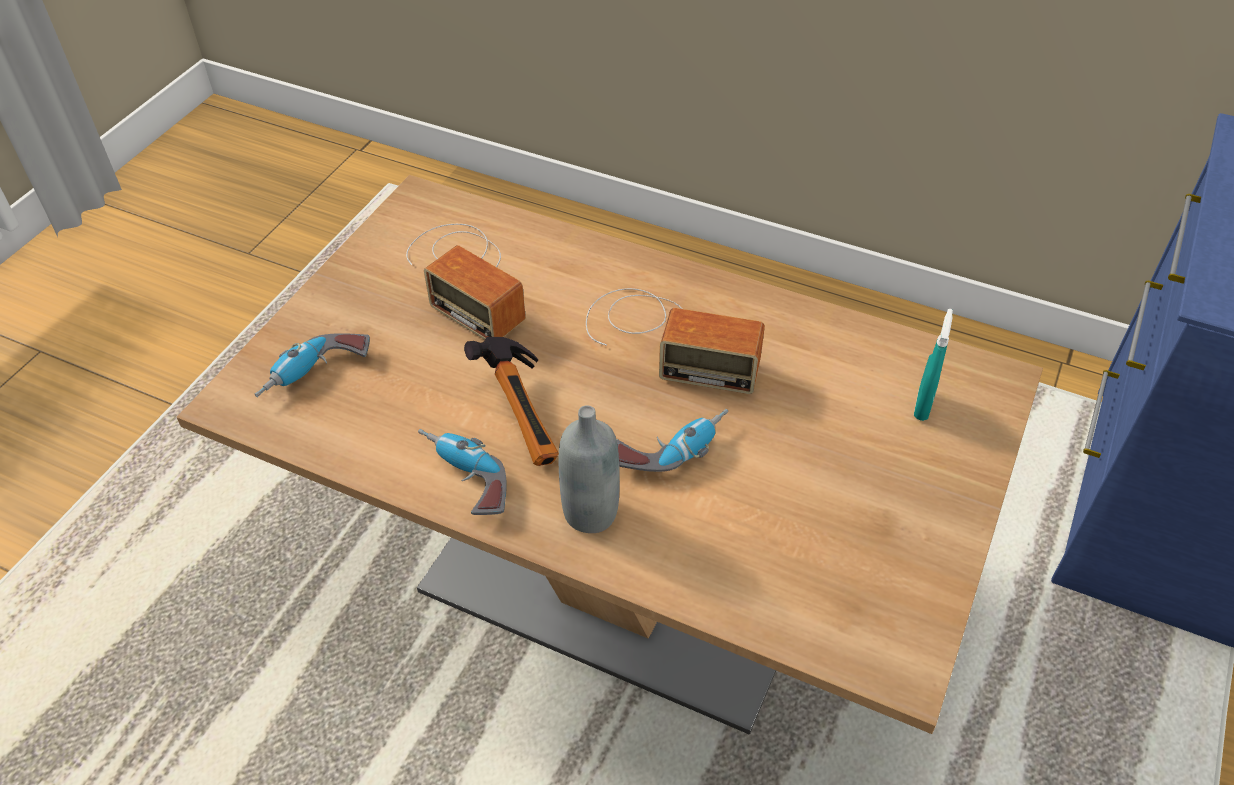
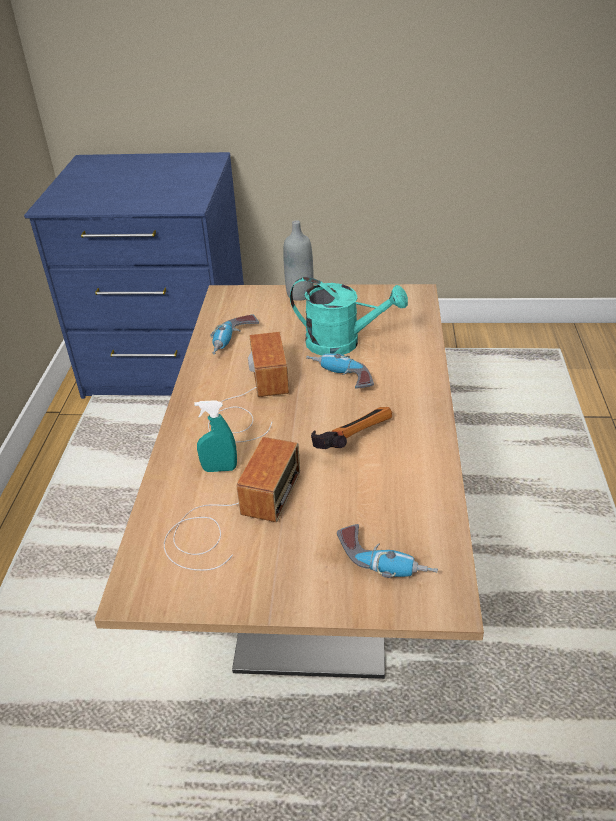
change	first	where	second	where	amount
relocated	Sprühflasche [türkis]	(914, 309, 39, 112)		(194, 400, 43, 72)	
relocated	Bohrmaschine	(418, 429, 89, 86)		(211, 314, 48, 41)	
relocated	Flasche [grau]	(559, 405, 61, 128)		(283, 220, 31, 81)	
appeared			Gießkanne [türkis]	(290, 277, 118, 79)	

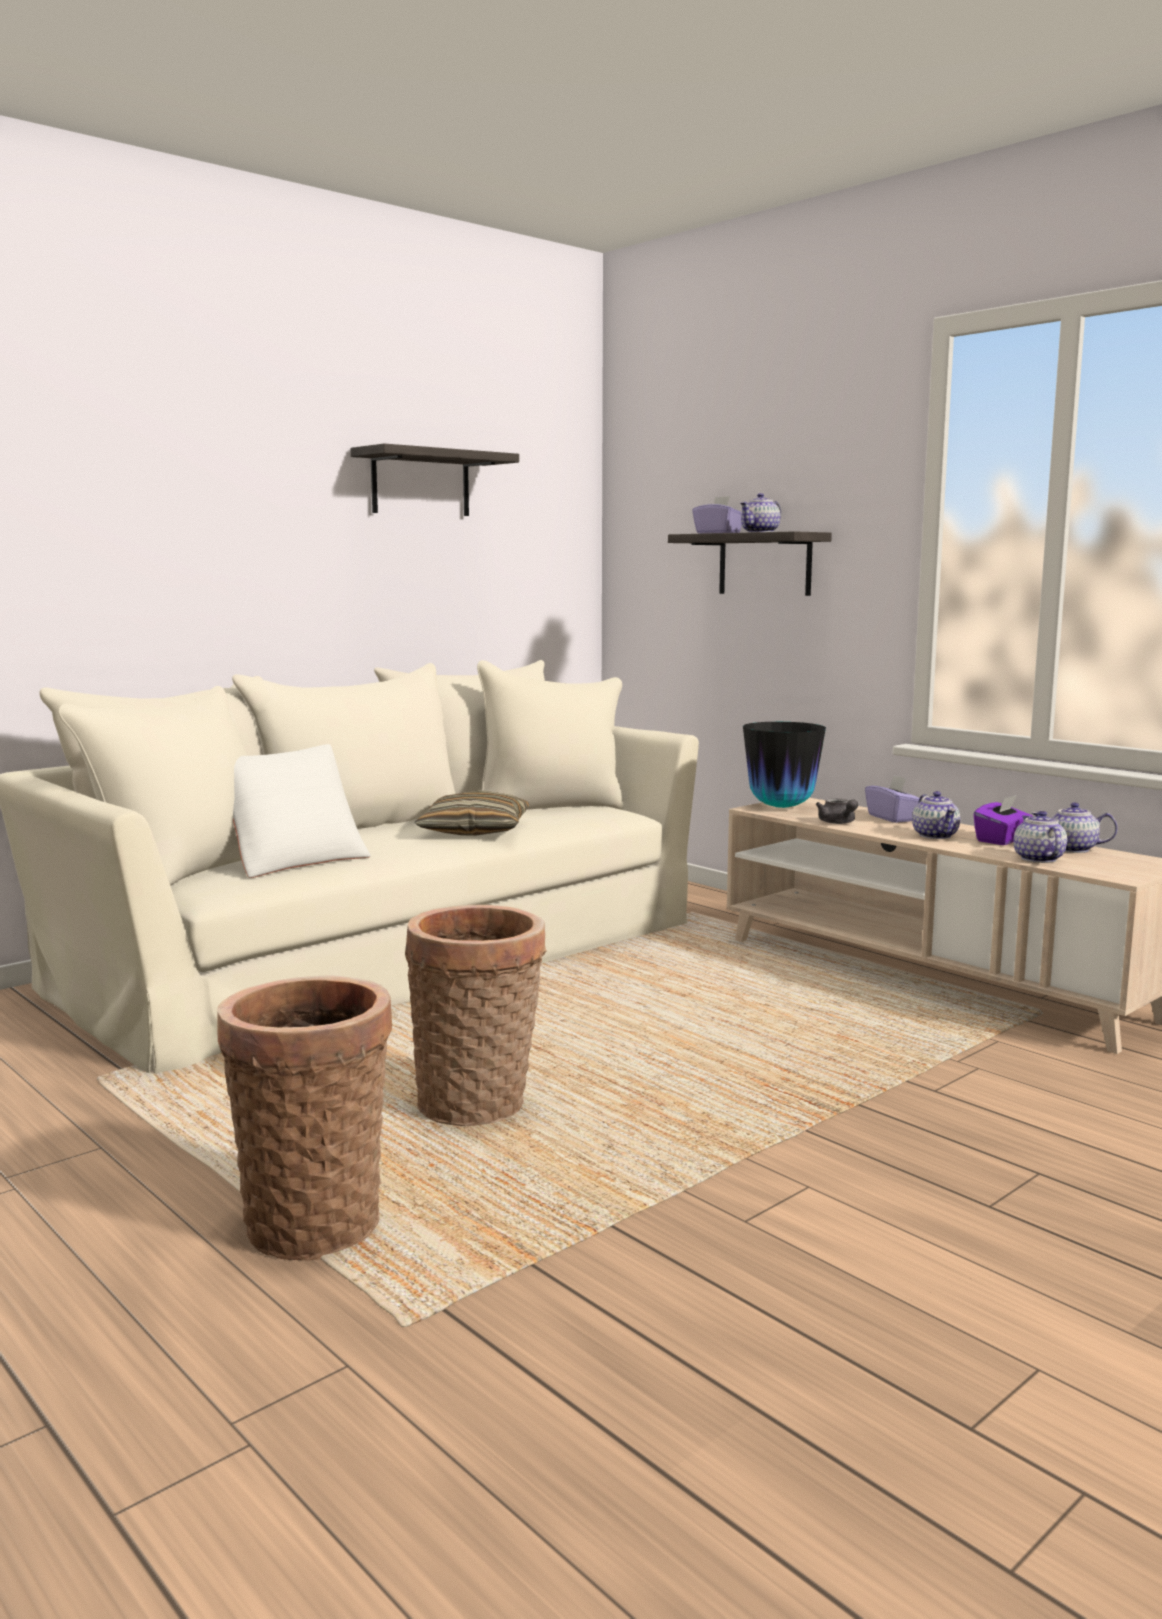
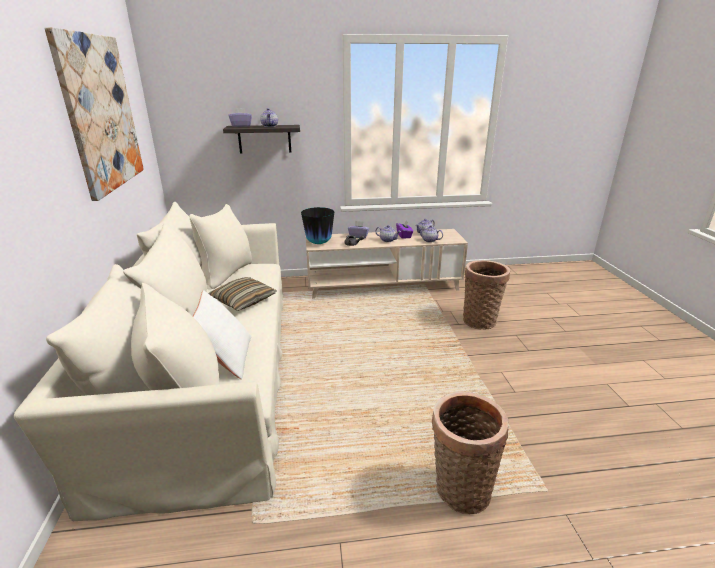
change	first	where	second	where	amount
exchanged	Wandregal	(351, 444, 168, 72)	Bild	(44, 27, 100, 174)	
relocated	Korb	(405, 905, 142, 221)		(463, 260, 47, 70)	

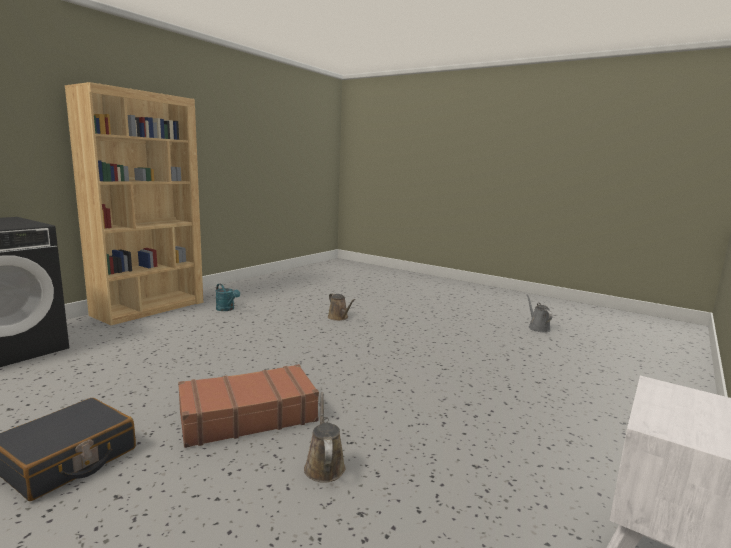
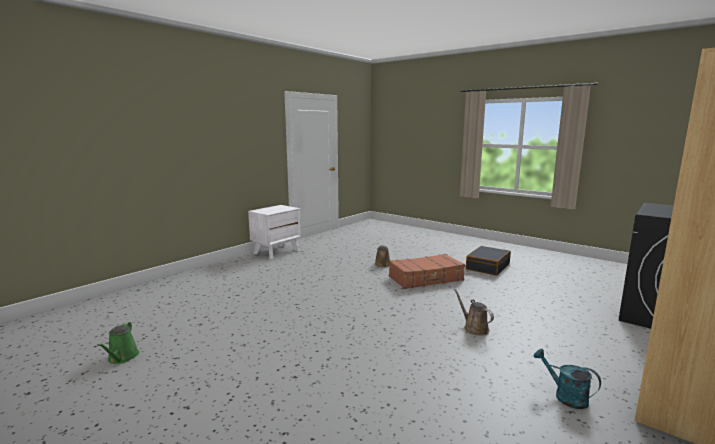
change	first	where	second	where	amount
colour	Gießkanne [grau]	(527, 294, 26, 39)	Gießkanne [grün]	(97, 322, 42, 42)	
relocated	Gießkanne [braun]	(328, 293, 27, 28)		(454, 288, 40, 48)	

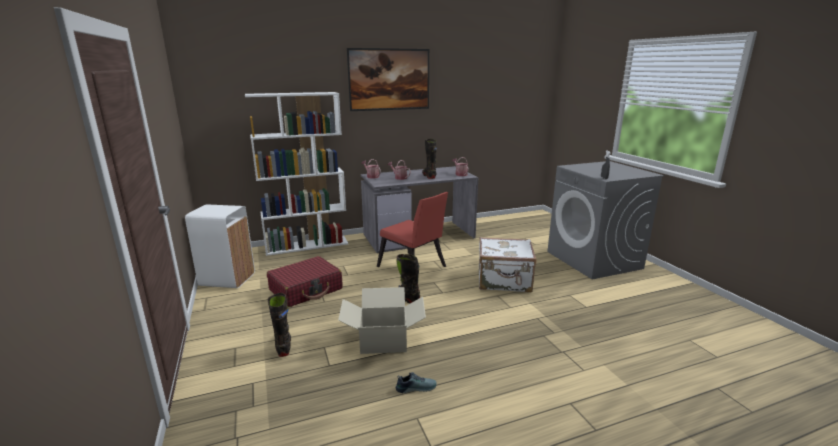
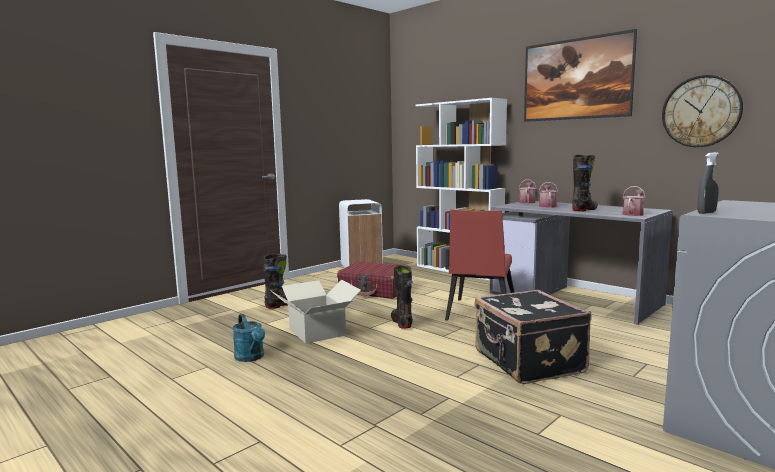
change	first	where	second	where	amount
exchanged	Schuh	(395, 372, 42, 21)	Gießkanne [türkis]	(232, 314, 33, 48)	
colour	Koffer [weiß]	(479, 237, 57, 55)	Koffer [schwarz]	(475, 290, 116, 94)	
appeared			Wanduhr	(662, 75, 81, 72)	

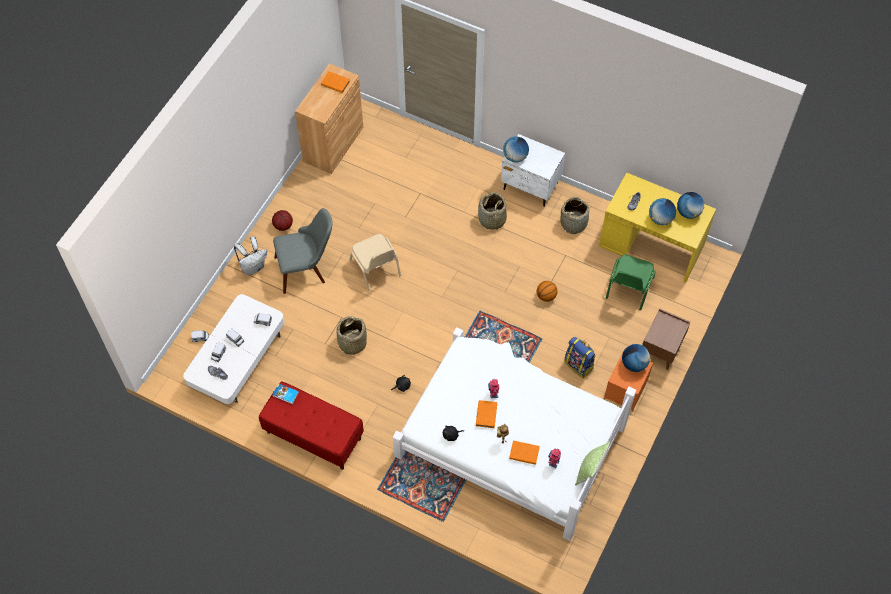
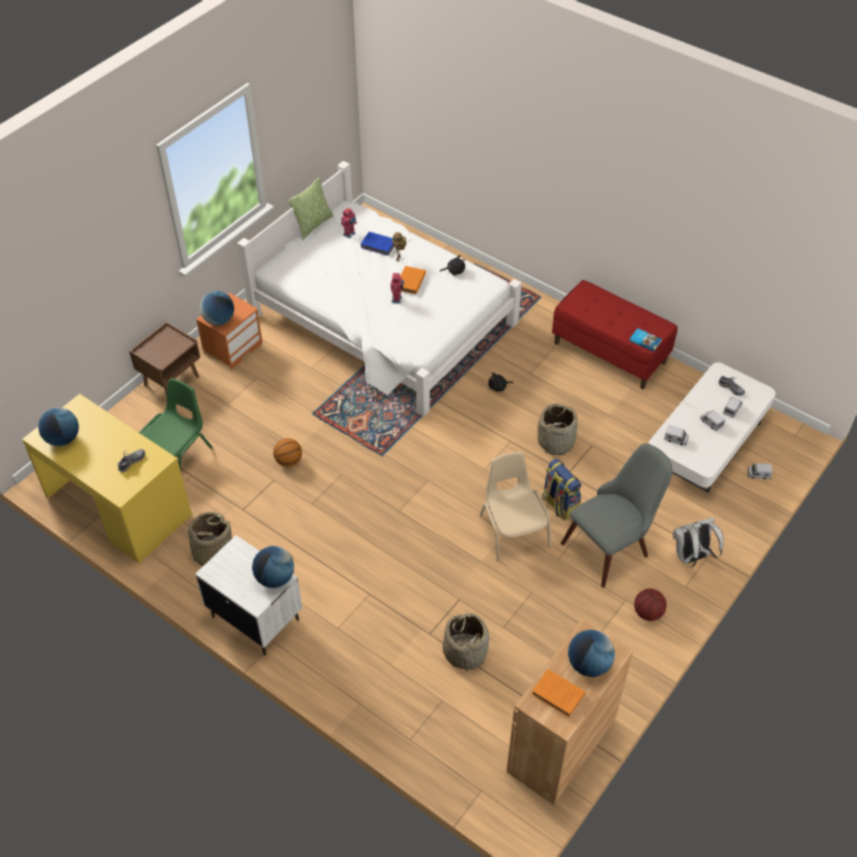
change	first	where	second	where	amount
colour	Buch [orange]	(509, 440, 31, 25)	Buch [blau]	(360, 232, 35, 24)	
relocated	Korb	(478, 192, 29, 39)		(443, 610, 46, 63)	
relocated	Rucksack	(564, 337, 32, 41)		(542, 459, 40, 62)	
spun	Stuhl [grau]	(273, 208, 60, 86)		(561, 443, 112, 145)	150 degrees clockwise
relocated	Globus	(649, 198, 27, 27)		(568, 630, 47, 47)	

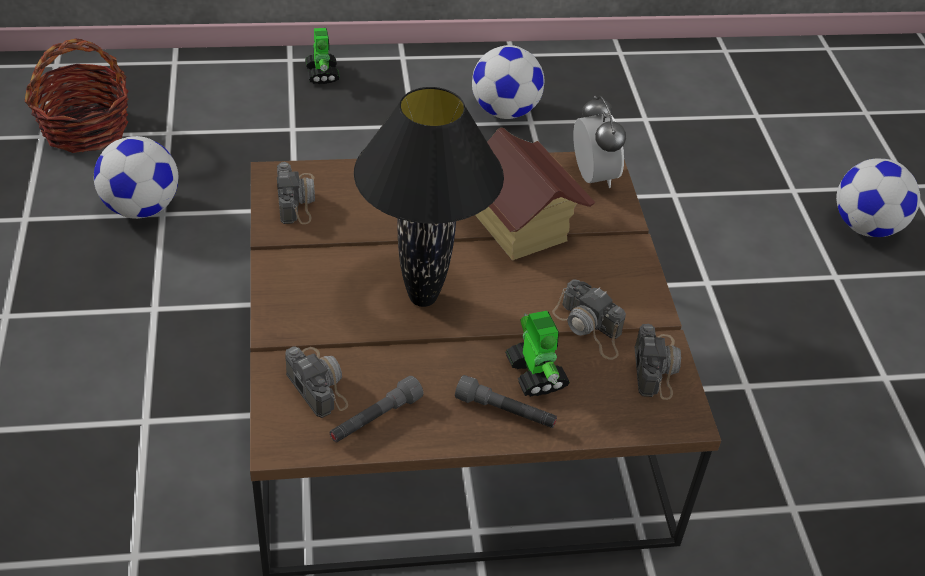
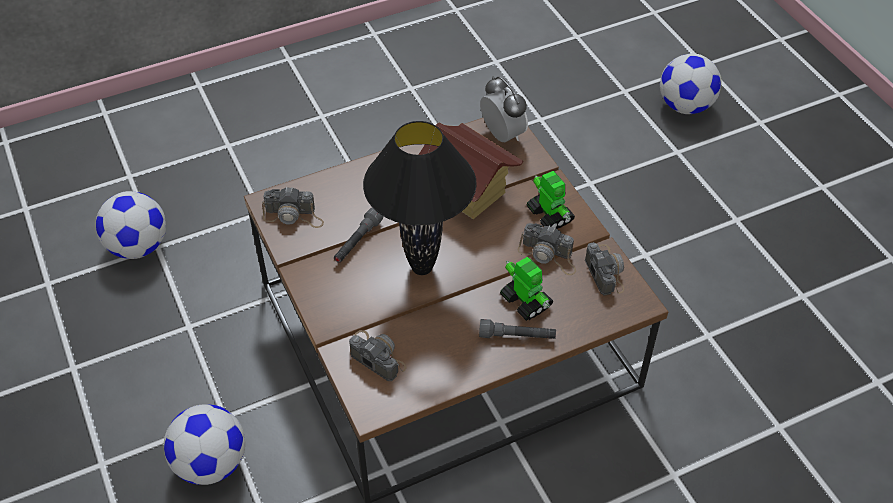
change	first	where	second	where	amount
relocated	Fußball	(472, 45, 72, 74)		(164, 404, 81, 81)	
spun	Kamera	(277, 162, 38, 62)		(262, 187, 62, 41)	120 degrees clockwise
relocated	Taschenlampe [grau]	(330, 376, 93, 66)		(334, 208, 49, 55)	
relocated	Spielzeugroboter	(305, 28, 35, 56)		(526, 171, 49, 58)	
missing	Korb	(25, 39, 104, 114)			

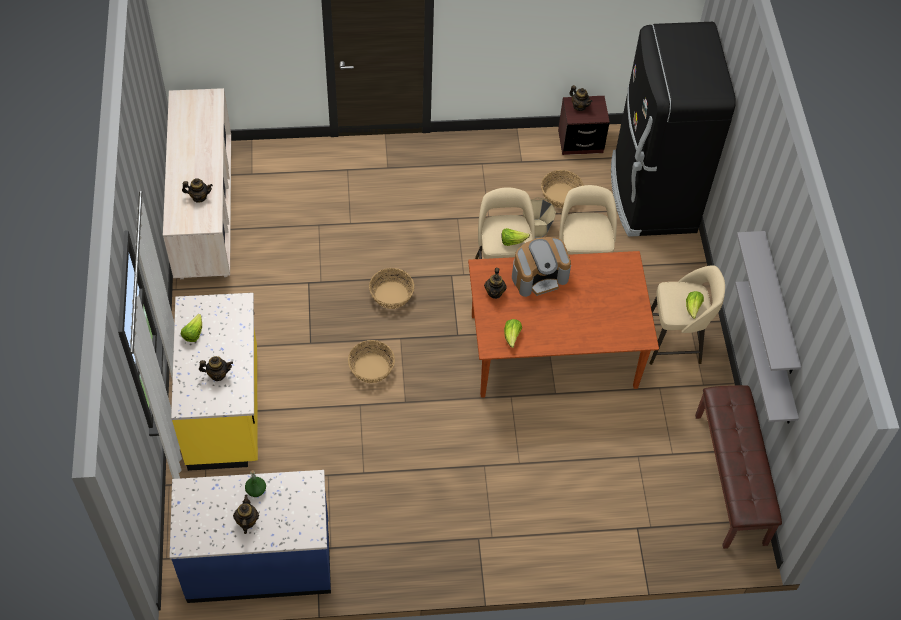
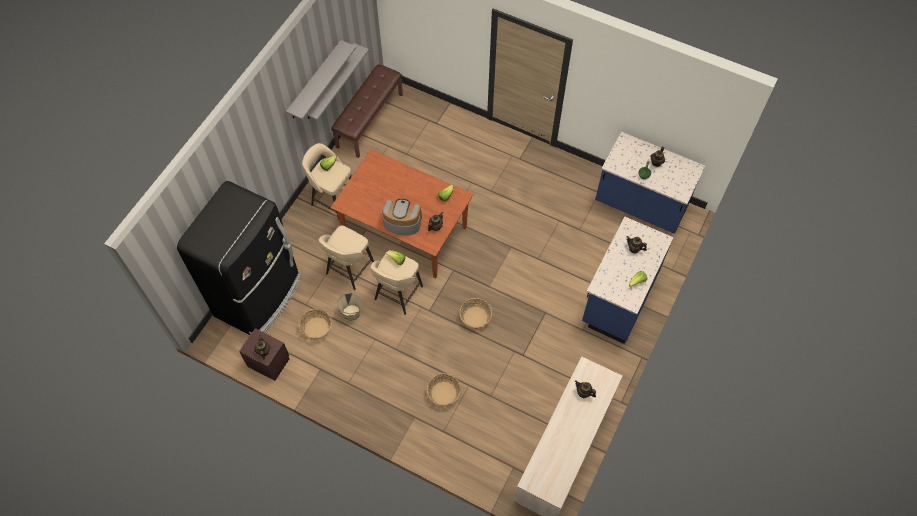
change	first	where	second	where	amount
relocated	Korb	(348, 340, 47, 43)		(427, 373, 34, 33)	
colour	Küchenzeile [gelb]	(171, 293, 87, 178)	Küchenzeile [blau]	(582, 217, 92, 127)	

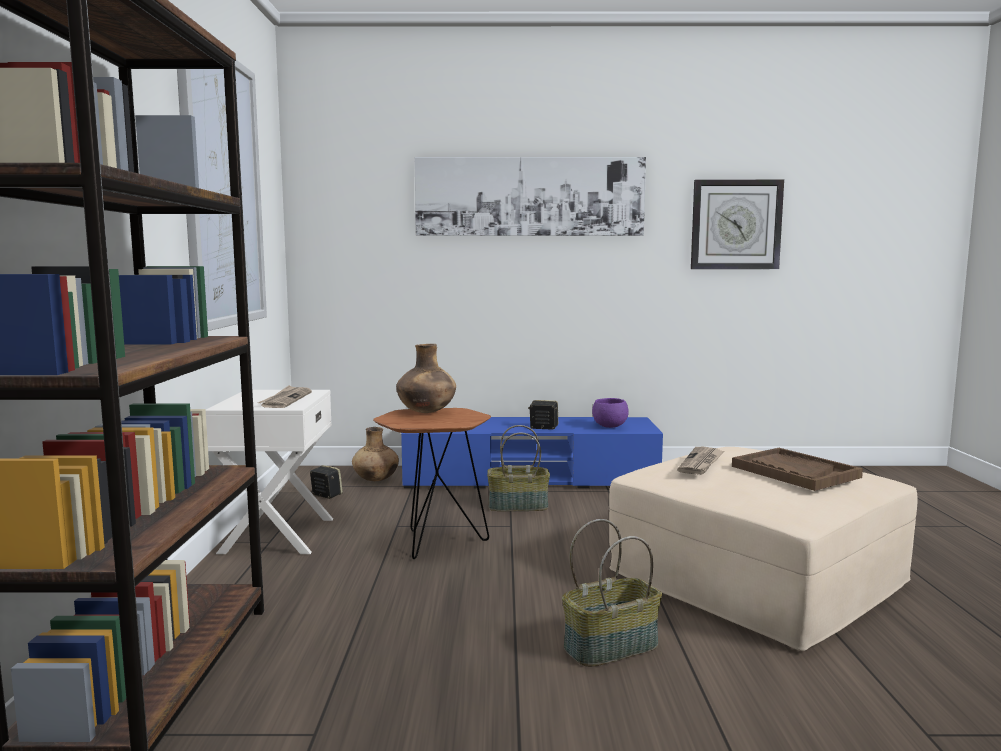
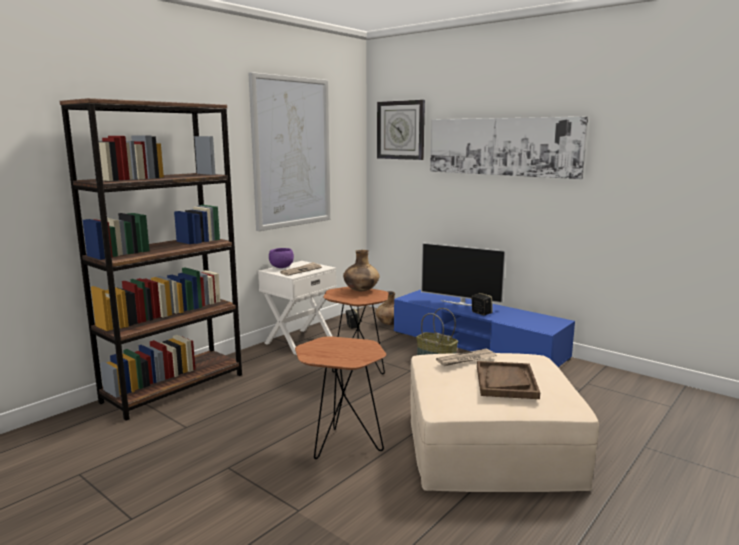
change	first	where	second	where	amount
relocated	Schüssel [lila]	(592, 398, 37, 30)		(269, 248, 25, 20)	
exchanged	Korb	(562, 519, 100, 148)	Beistelltisch [braun]	(295, 336, 91, 123)	
relocated	Wanduhr	(691, 179, 93, 90)		(377, 100, 48, 60)	
appeared			Fernseher	(421, 243, 85, 63)	

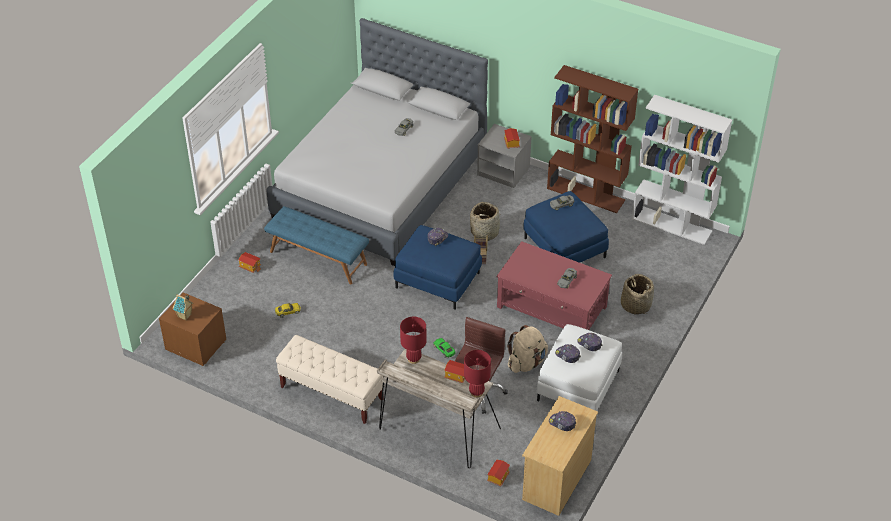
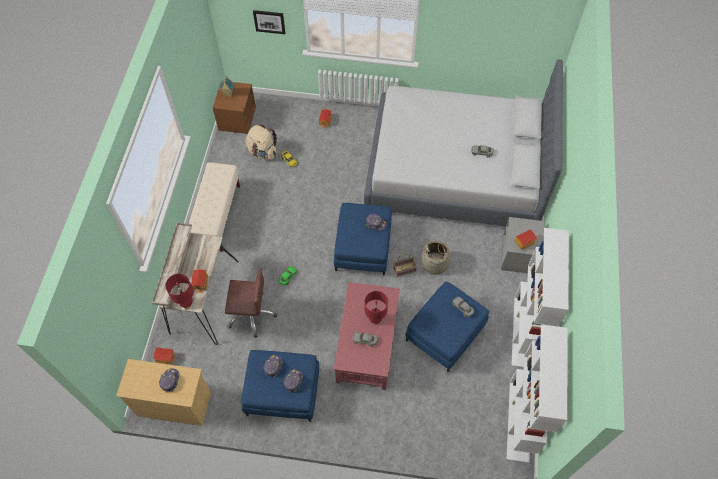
change	first	where	second	where	amount
colour	Polsterhocker [weiß]	(537, 324, 85, 87)	Polsterhocker [blau]	(241, 350, 78, 72)	
relocated	Rucksack [beige]	(507, 325, 41, 48)		(245, 124, 32, 36)	
appeared			Bild	(253, 10, 32, 24)	
relocated	Tischlampe [rot]	(400, 317, 27, 47)		(364, 291, 24, 34)	
colour	Bücherregal [braun]	(547, 65, 91, 148)	Bücherregal [weiß]	(511, 228, 58, 139)	
missing	Bank [blau]	(264, 206, 105, 79)			
missing	Korb	(621, 274, 33, 40)			

